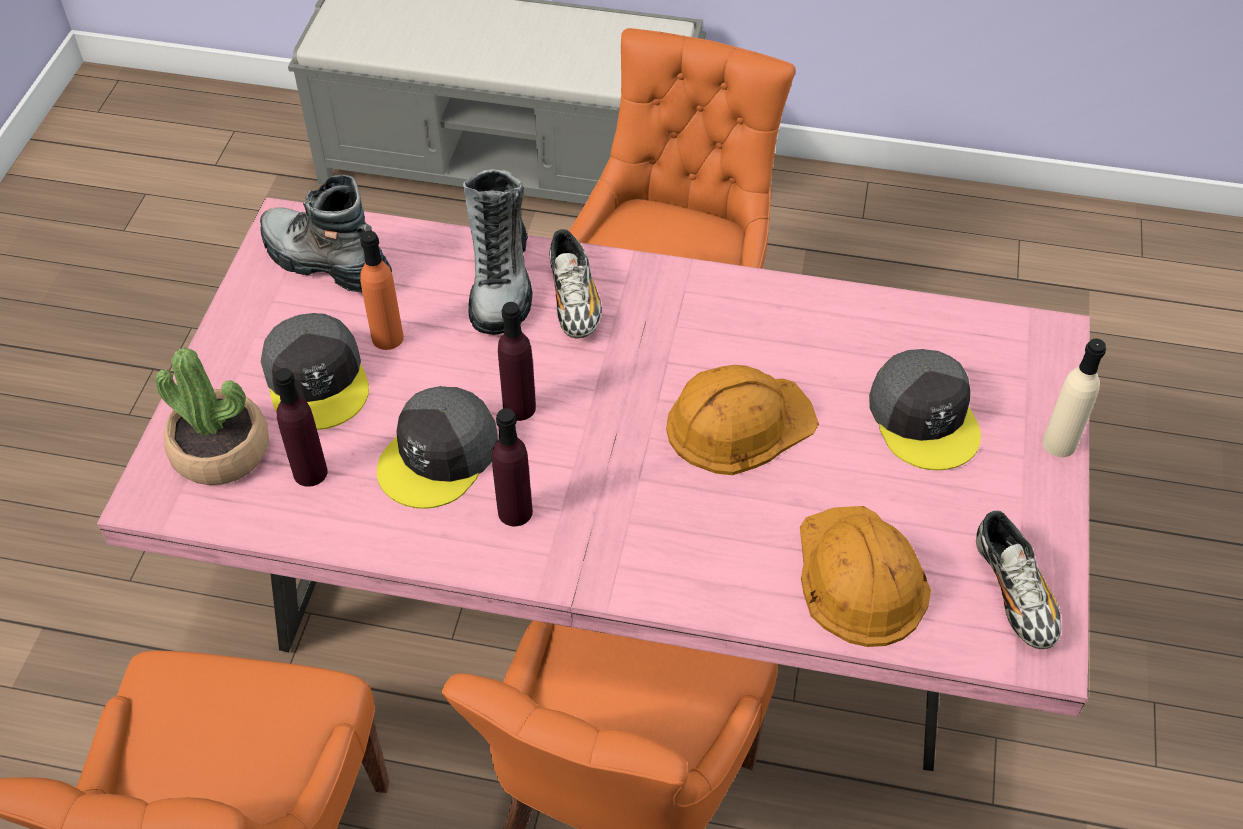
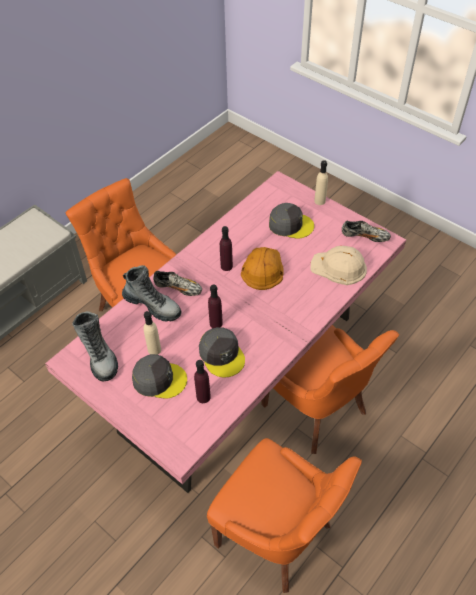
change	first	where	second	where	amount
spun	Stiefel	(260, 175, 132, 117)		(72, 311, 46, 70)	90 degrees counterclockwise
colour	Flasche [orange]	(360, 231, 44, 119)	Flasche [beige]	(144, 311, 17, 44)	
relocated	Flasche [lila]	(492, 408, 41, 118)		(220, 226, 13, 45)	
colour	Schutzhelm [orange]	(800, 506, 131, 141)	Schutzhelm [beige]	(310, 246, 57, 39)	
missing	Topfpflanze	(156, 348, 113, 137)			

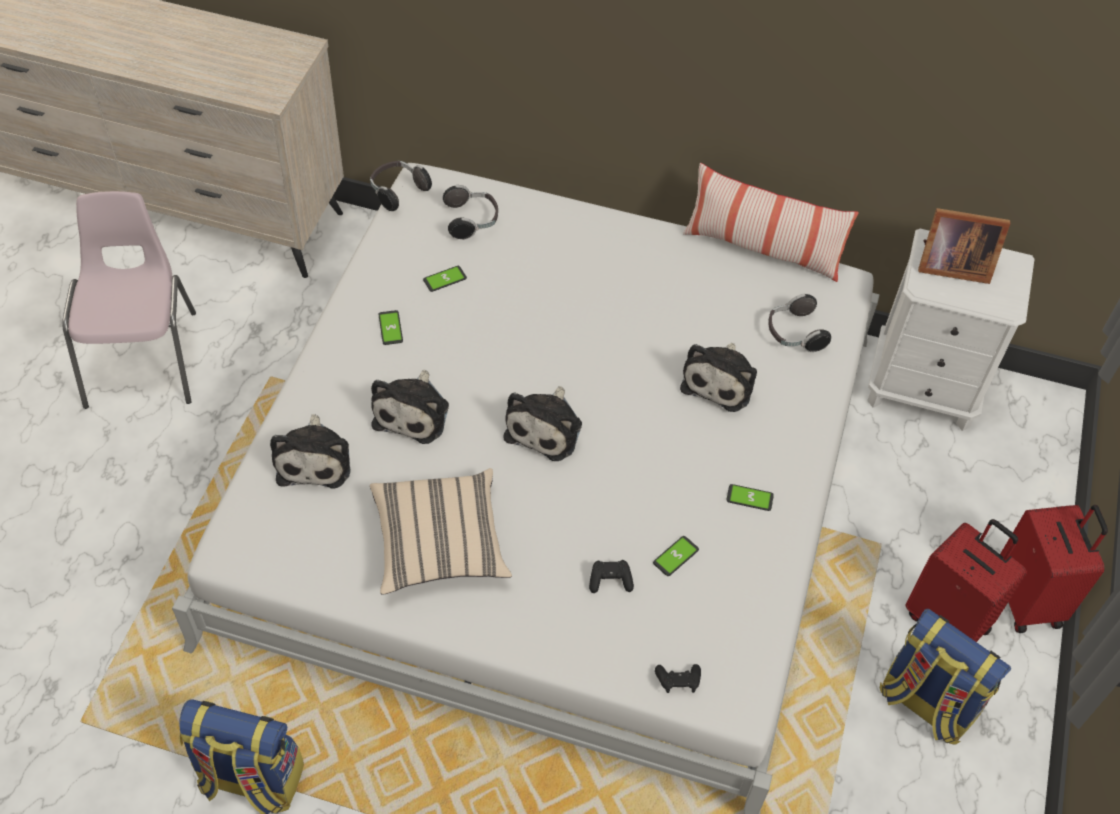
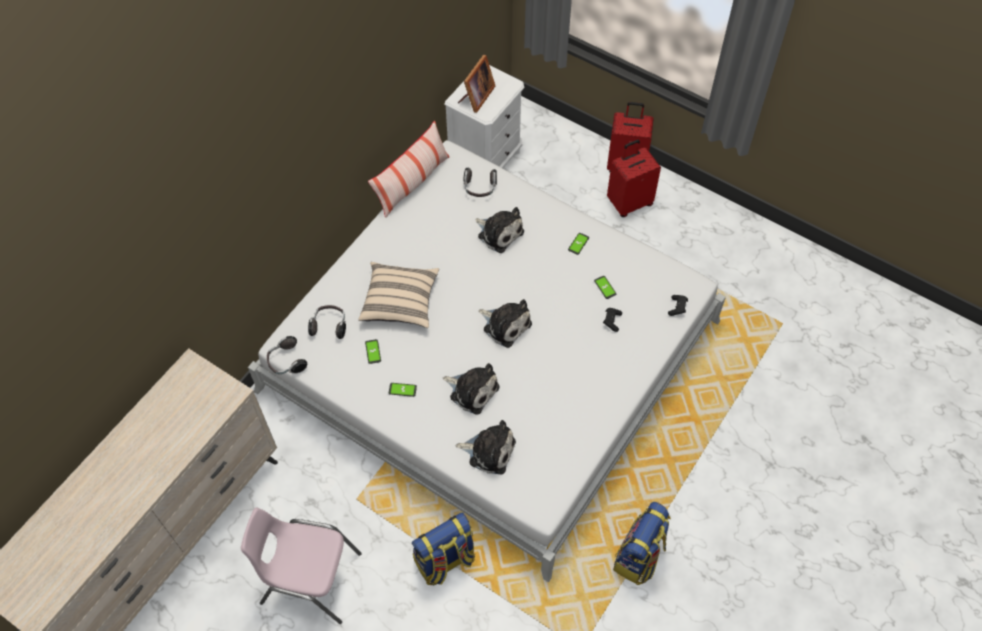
change	first	where	second	where	amount
relocated	Kissen [beige]	(370, 468, 142, 127)		(358, 262, 81, 66)	
relocated	Rucksack	(880, 609, 131, 136)		(412, 513, 63, 72)	

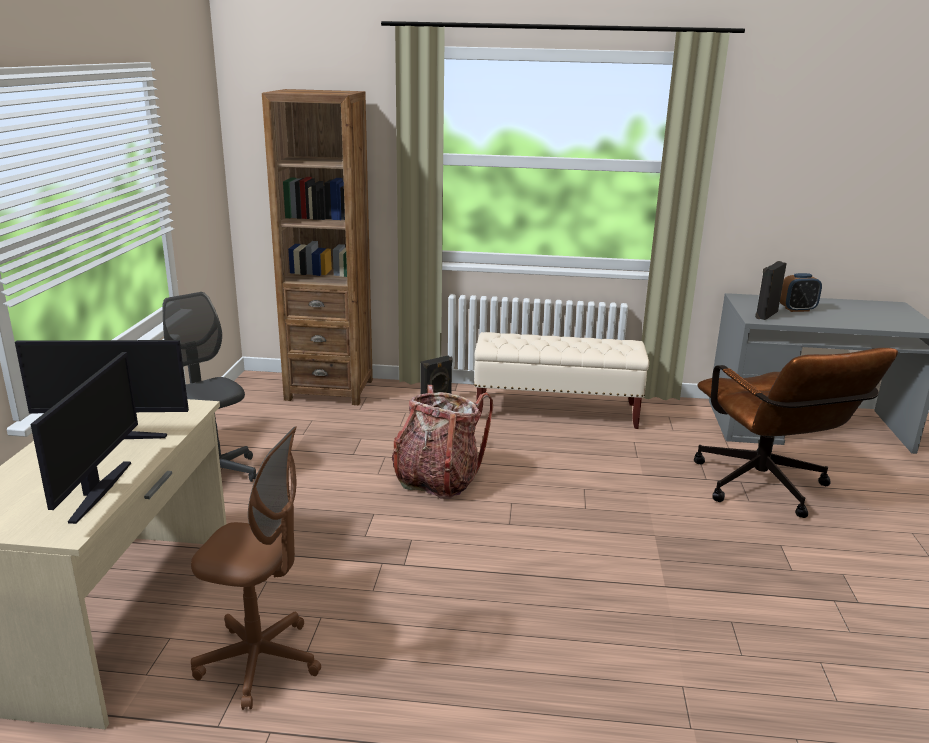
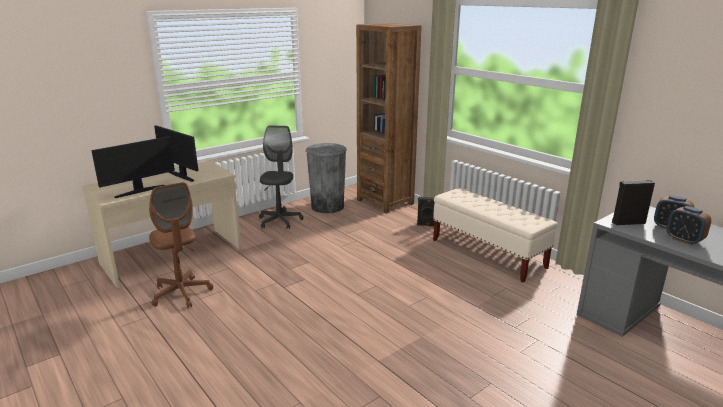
change	first	where	second	where	amount
appeared			Mülleimer [grau]	(306, 143, 41, 70)	
appeared			Wecker	(667, 206, 44, 39)	
missing	Rucksack	(392, 385, 101, 114)			
missing	Bürostuhl [braun]	(694, 348, 204, 170)			

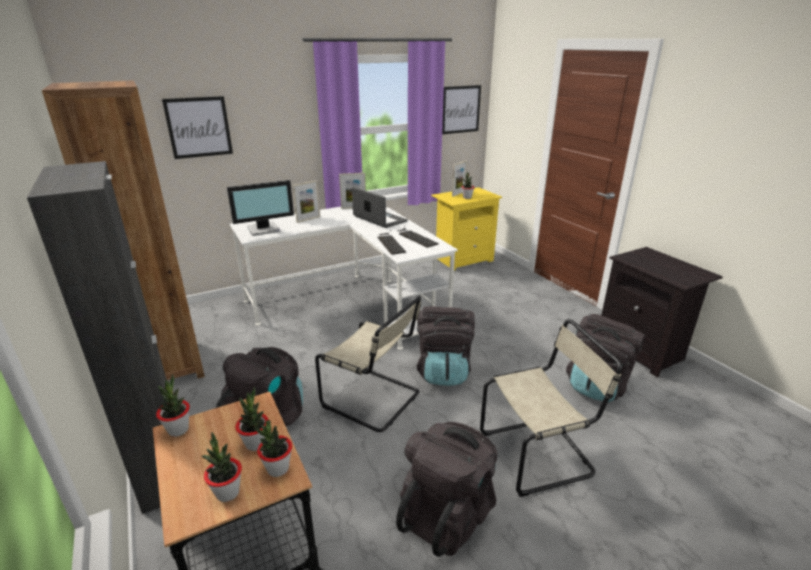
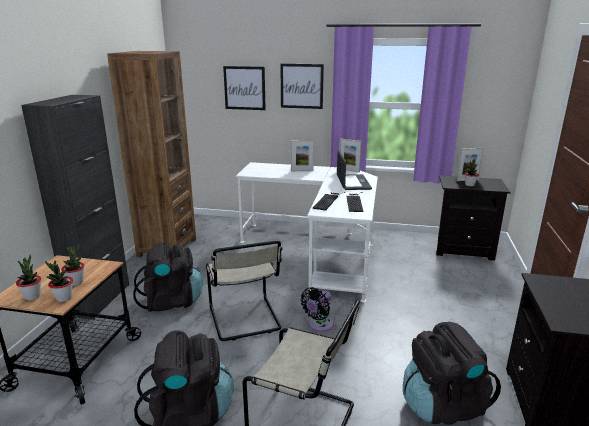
change	first	where	second	where	amount
relocated	Bild	(442, 85, 39, 49)		(280, 64, 44, 45)	
exchanged	Rucksack [schwarz]	(417, 306, 58, 80)	Ventilator [schwarz]	(301, 287, 33, 45)	
colour	Nachttisch [gelb]	(431, 187, 71, 84)	Nachttisch [schwarz]	(436, 175, 75, 86)	
missing	Topfpflanze	(156, 374, 34, 63)			
missing	Monitor	(227, 180, 67, 56)			

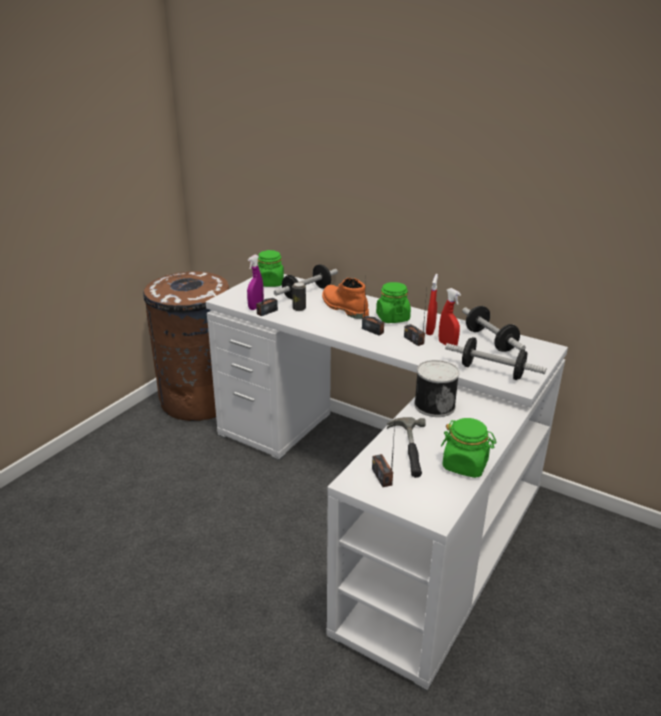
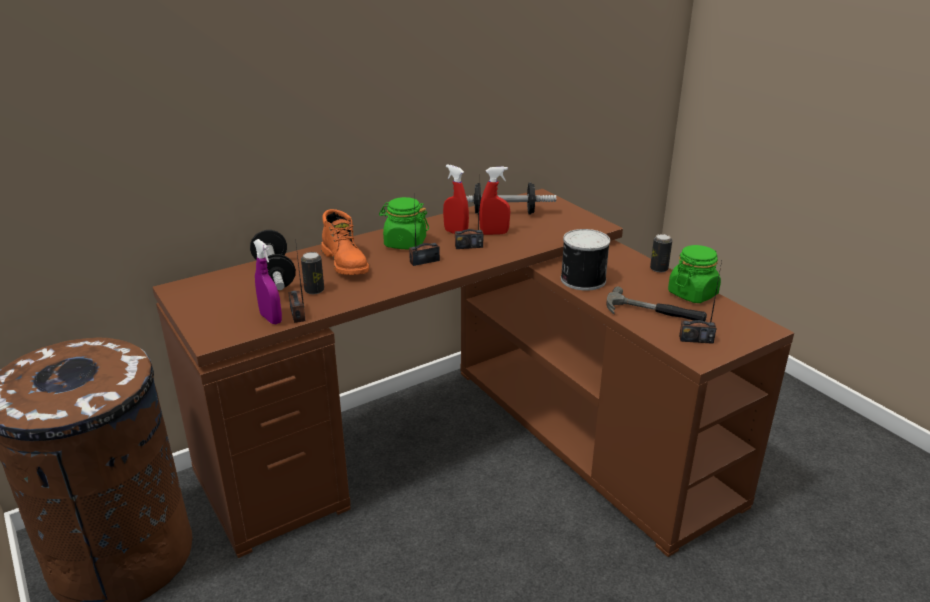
change	first	where	second	where	amount
colour	Schreibtisch [weiß]	(206, 274, 362, 418)	Schreibtisch [braun]	(152, 189, 642, 369)	
spun	Stiefel [orange]	(322, 278, 47, 41)		(321, 209, 48, 66)	105 degrees counterclockwise
appeared			Dose	(650, 234, 22, 38)	
missing	Vorratsglas [grün]	(258, 250, 26, 37)			
missing	Hantel	(445, 337, 101, 43)			

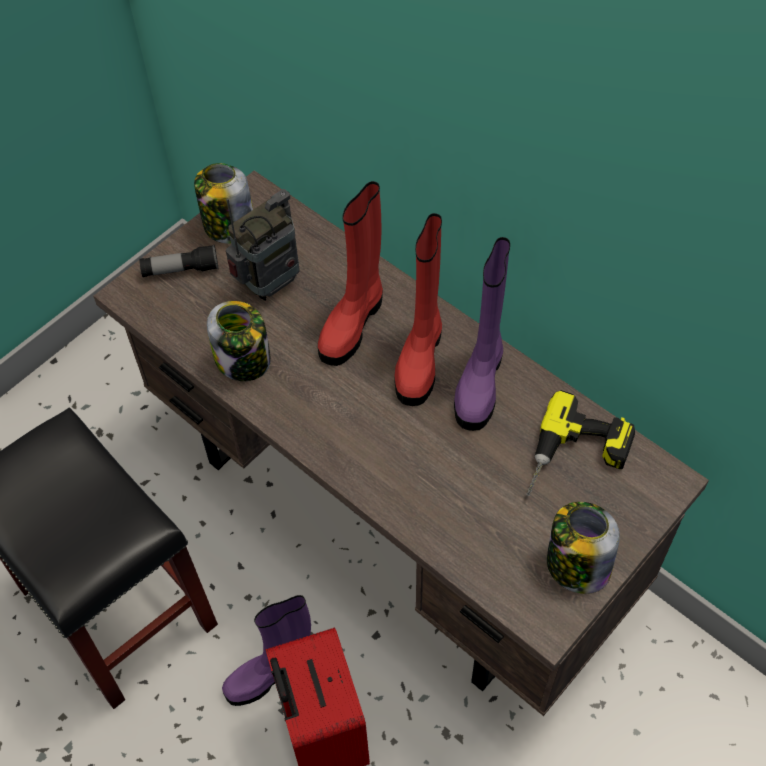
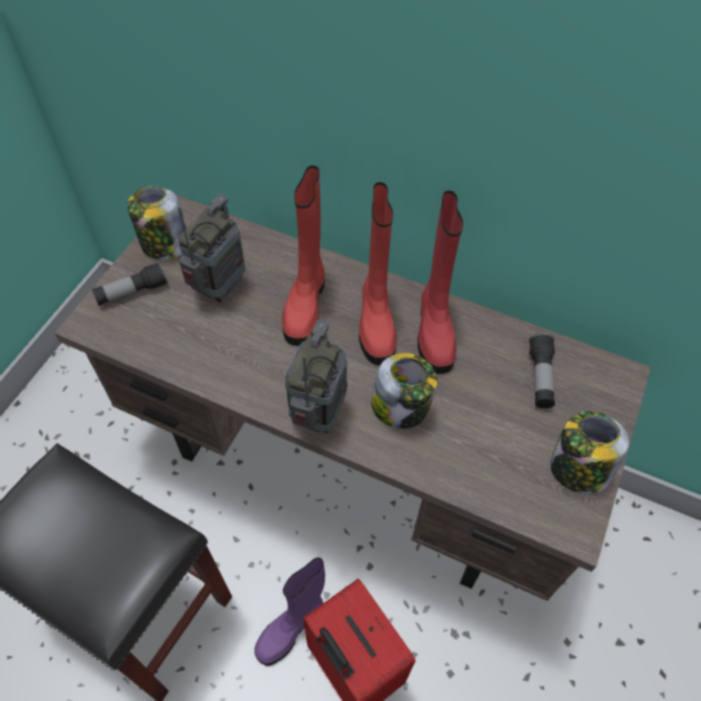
change	first	where	second	where	amount
appeared			Radio	(285, 319, 62, 114)	
relocated	Vorratsglas	(207, 301, 64, 80)		(371, 353, 66, 76)	
colour	Stiefel [lila]	(454, 237, 56, 194)	Stiefel [rot]	(417, 190, 46, 184)	
exchanged	Bohrmaschine	(526, 390, 109, 106)	Taschenlampe	(529, 333, 26, 76)	

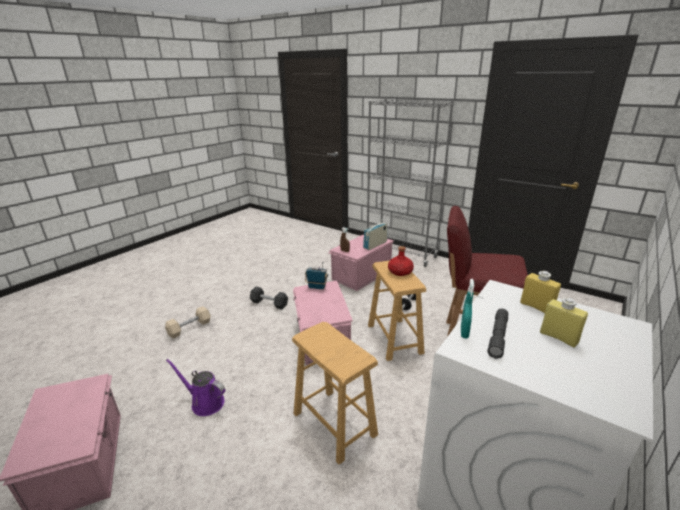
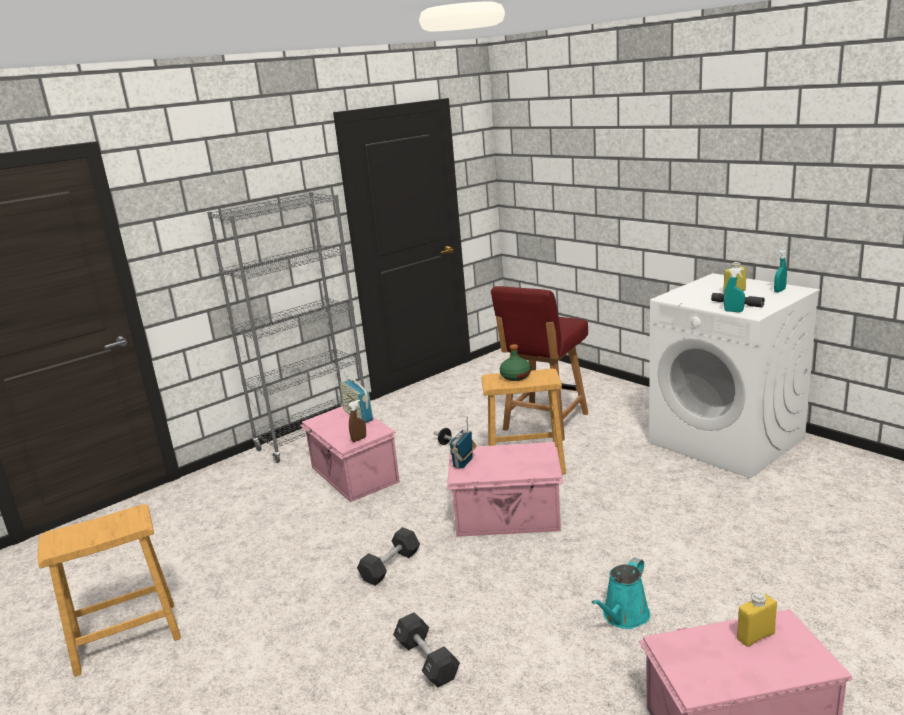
change	first	where	second	where	amount
relocated	Hocker [braun]	(292, 322, 86, 143)		(37, 504, 144, 173)	
colour	Hantel [beige]	(165, 306, 46, 33)	Hantel [schwarz]	(393, 612, 67, 75)	
colour	Flasche [rot]	(388, 246, 26, 30)	Flasche [grün]	(500, 344, 31, 37)	
colour	Gießkanne [lila]	(166, 359, 59, 57)	Gießkanne [türkis]	(591, 558, 59, 71)	
relocated	Flasche [gelb]	(520, 271, 41, 42)		(737, 593, 40, 54)	
appeared			Sprühflasche [türkis]	(774, 249, 13, 43)	

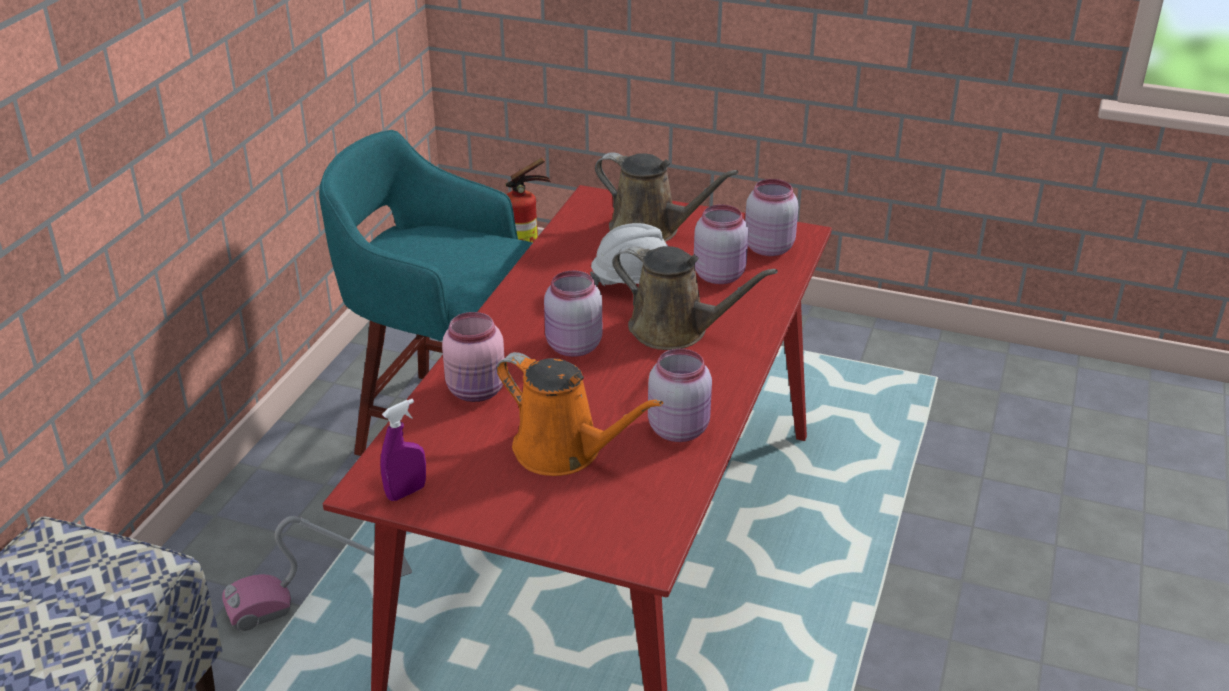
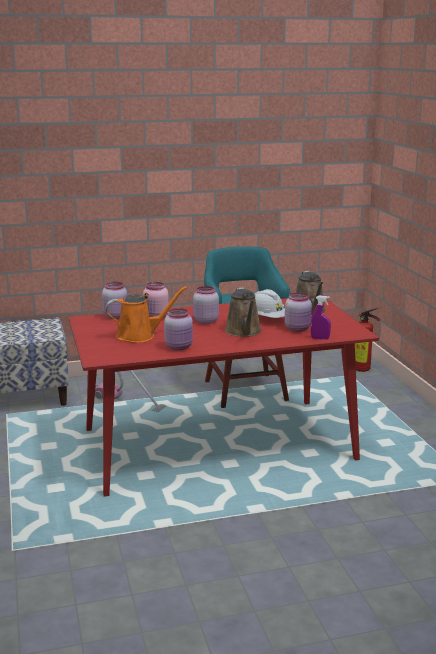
change	first	where	second	where	amount
relocated	Vorratsglas [rosa]	(745, 179, 53, 77)		(102, 282, 26, 37)	
spun	Gießkanne [orange]	(497, 352, 166, 124)		(105, 286, 82, 57)	105 degrees counterclockwise
relocated	Sprühflasche [lila]	(380, 399, 46, 102)		(311, 296, 20, 44)	

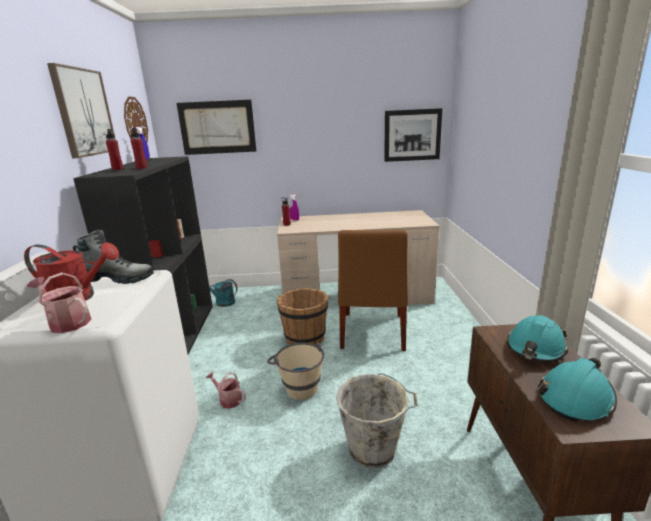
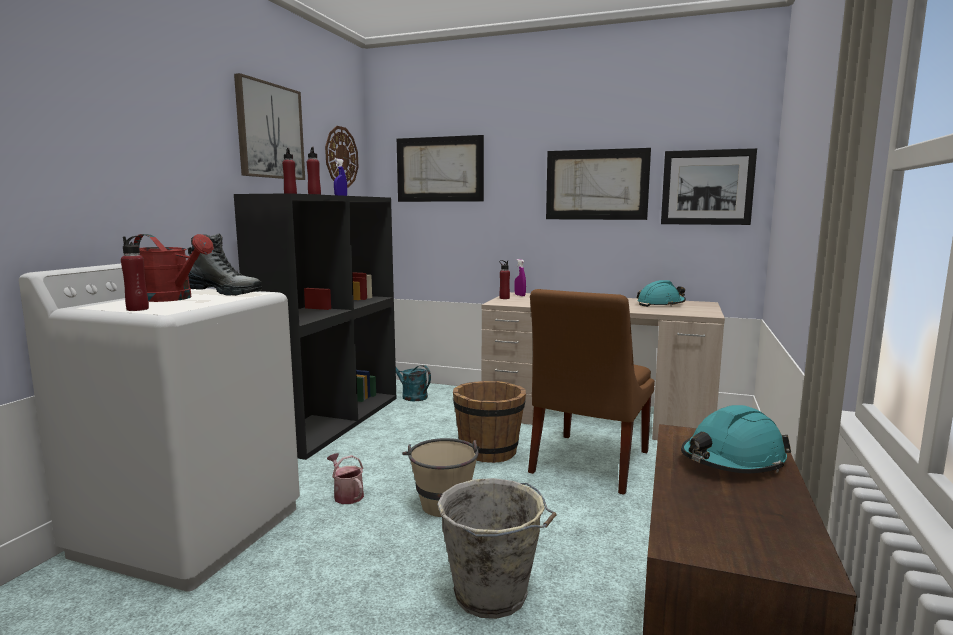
change	first	where	second	where	amount
exchanged	Gießkanne	(27, 272, 64, 61)	Flasche [rot]	(121, 236, 28, 75)	
appeared			Bild	(546, 148, 105, 72)	
relocated	Schutzhelm [türkis]	(538, 358, 79, 63)		(637, 280, 49, 27)	

